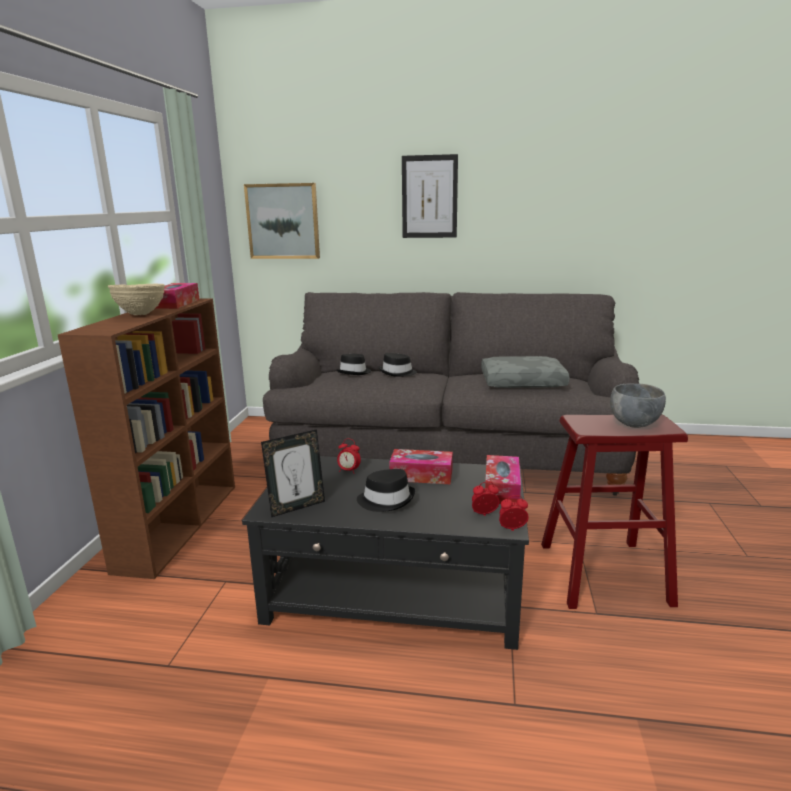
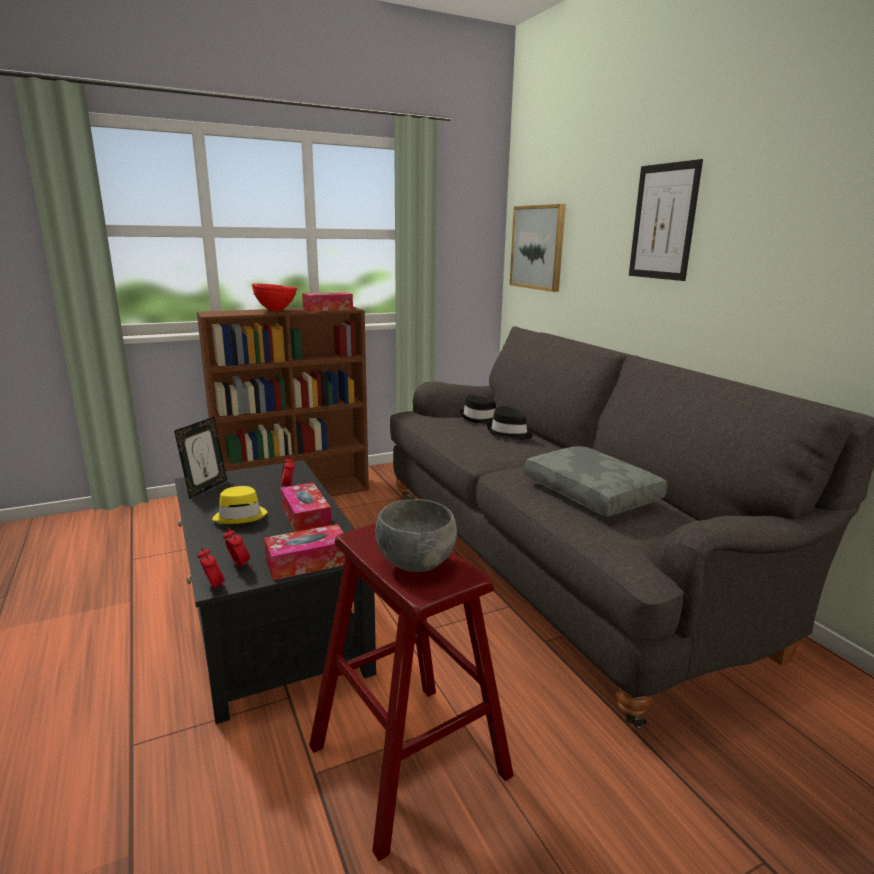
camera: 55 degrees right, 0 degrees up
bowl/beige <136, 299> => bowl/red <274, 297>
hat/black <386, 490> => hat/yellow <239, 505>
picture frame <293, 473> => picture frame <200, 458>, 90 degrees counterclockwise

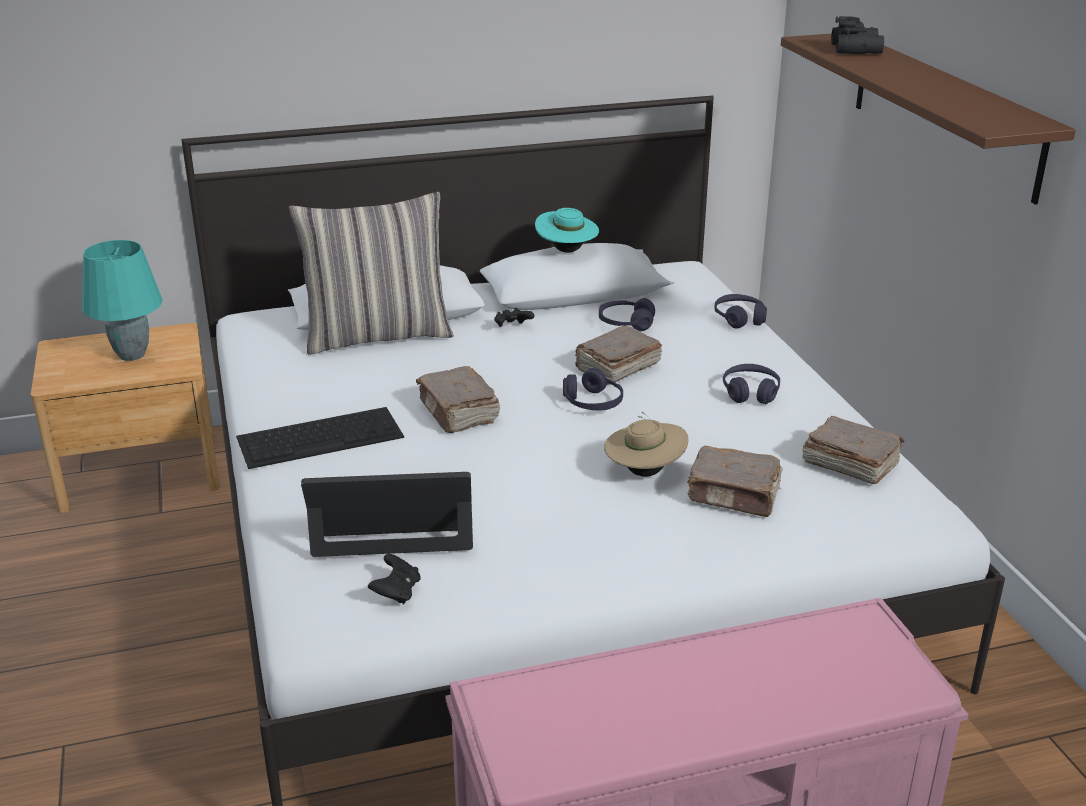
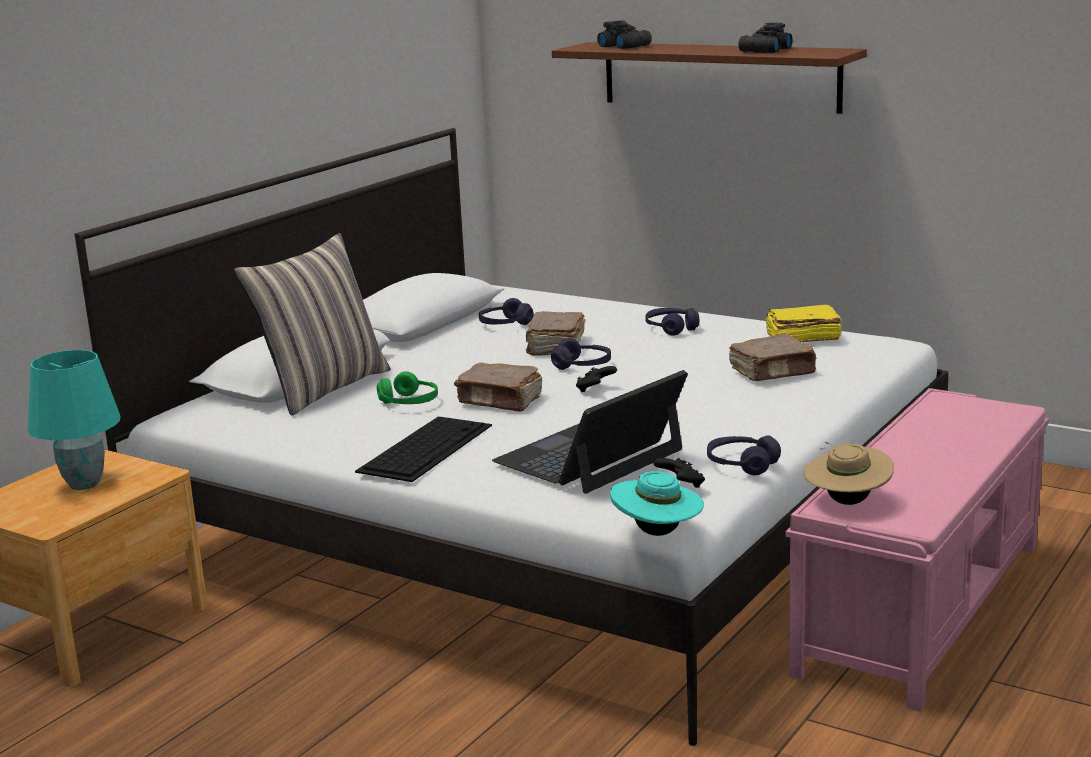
camera: 40 degrees left, 10 degrees down
nothing => headphones/green <407, 387>
nothing => binoculars/black <765, 38>
game controller/black <514, 317> => game controller/black <596, 379>, moved
hat/turquoise <567, 230> => hat/turquoise <657, 503>, moved
hat/beige <646, 444> => hat/beige <848, 473>, moved
headphones/purple <740, 311> => headphones/purple <744, 455>, moved
book/brown <853, 450> => book/yellow <803, 323>

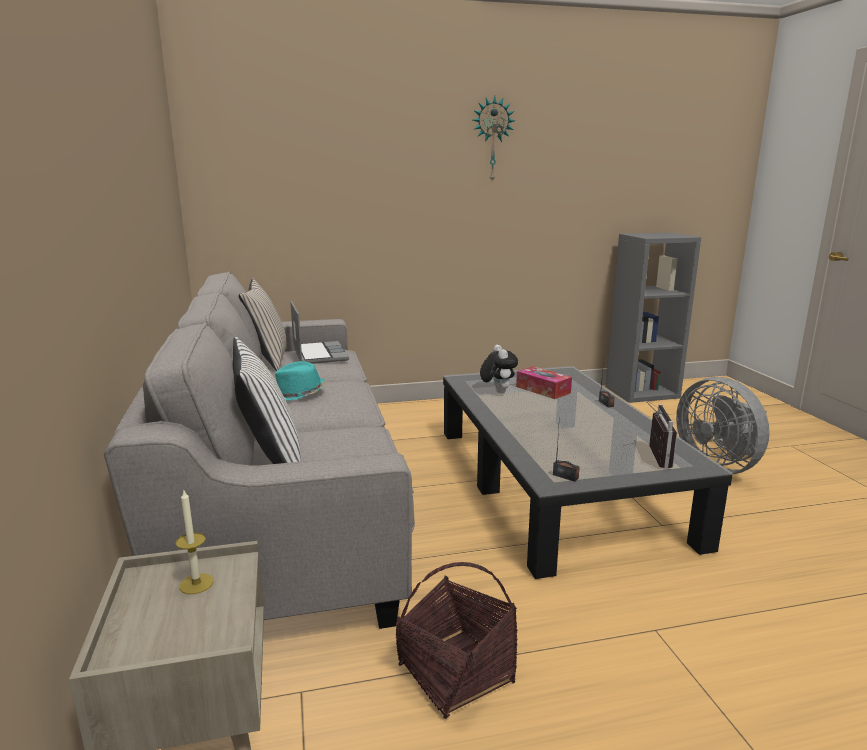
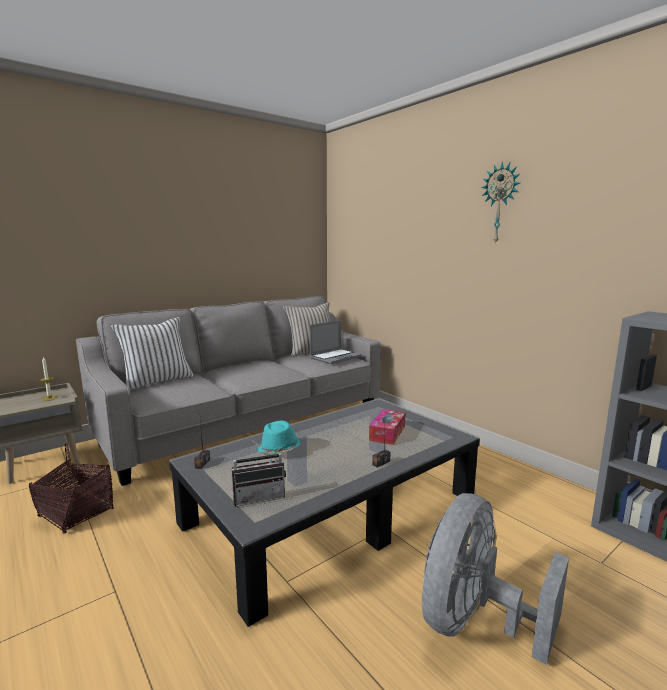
camera: 65 degrees right, 5 degrees down
plush toy <499, 369> => nothing
hat/turquoise <300, 381> => hat/turquoise <279, 437>, moved

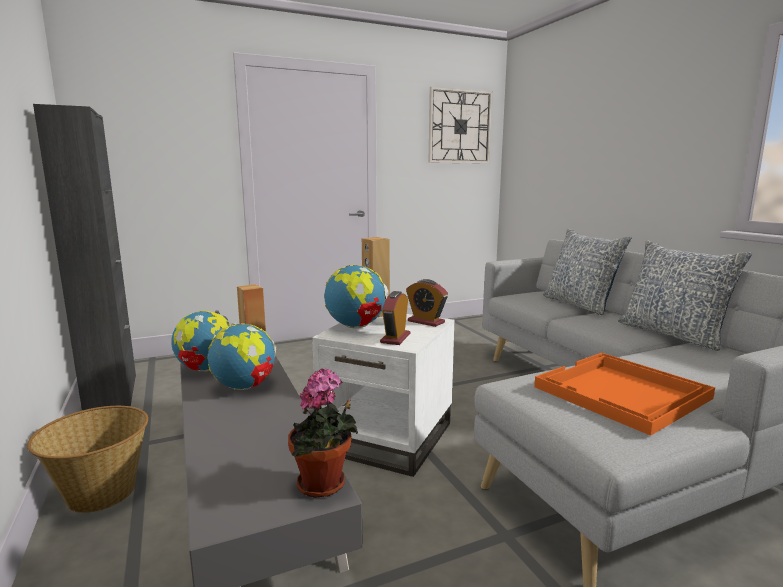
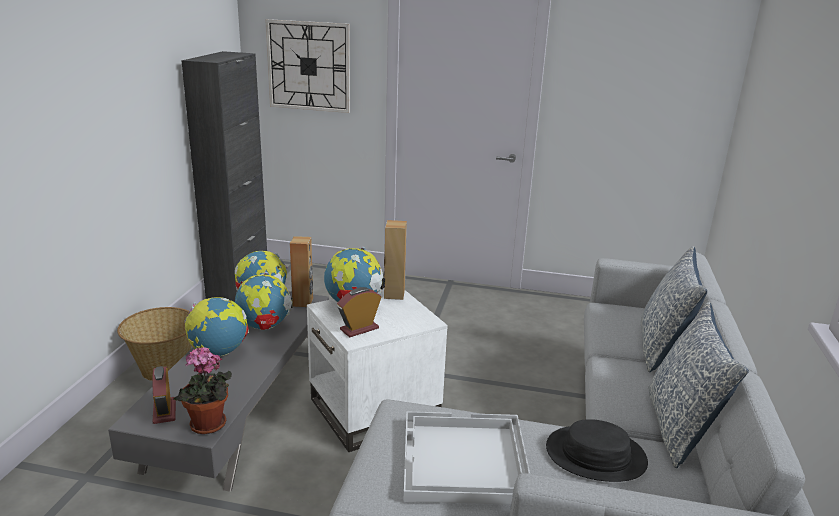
camera: 35 degrees right, 10 degrees up
nothing => globe <216, 326>
nothing => hat/black <597, 450>
alarm clock <427, 303> => alarm clock <164, 395>, moved
wall clock <460, 125> => wall clock <307, 66>, moved
tray/orange <624, 394> => tray/white <466, 458>

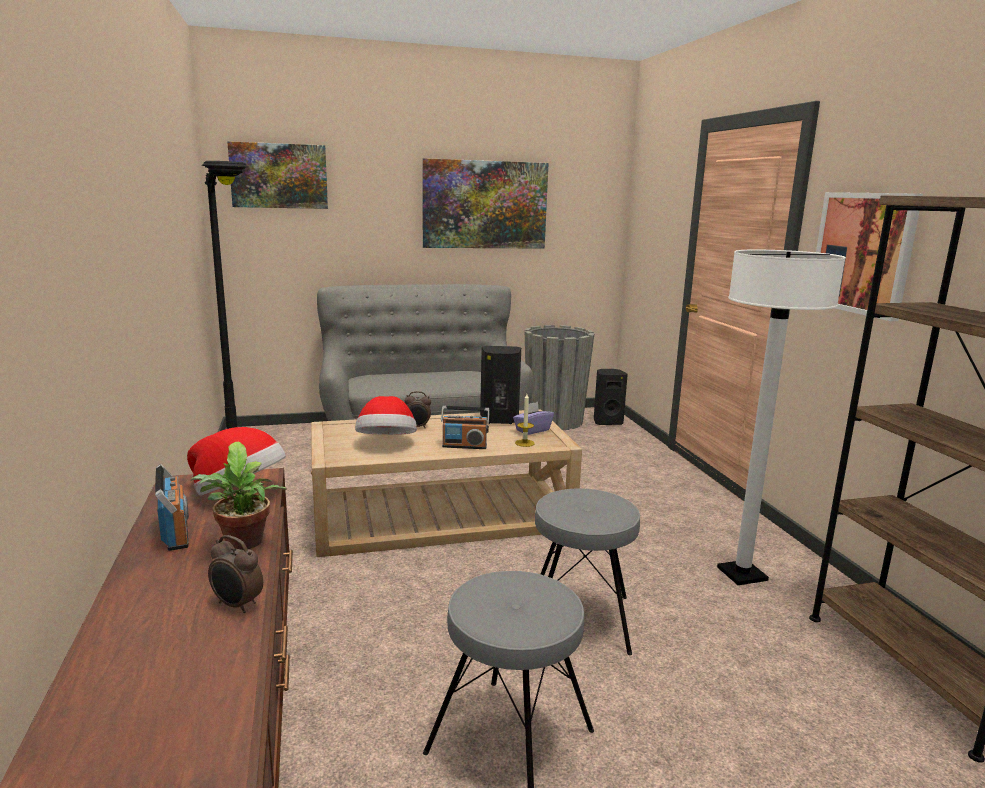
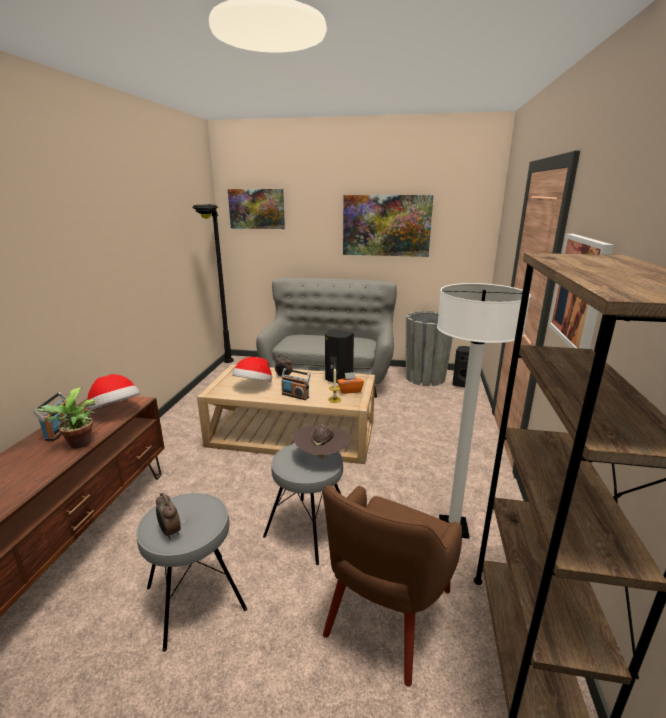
camera: 25 degrees right, 5 degrees up
nothing => hat/brown <322, 442>
nothing => armchair/brown <392, 586>
alarm clock <235, 574> => alarm clock <168, 516>, moved
tissue box/purple <533, 418> => tissue box/orange <350, 383>

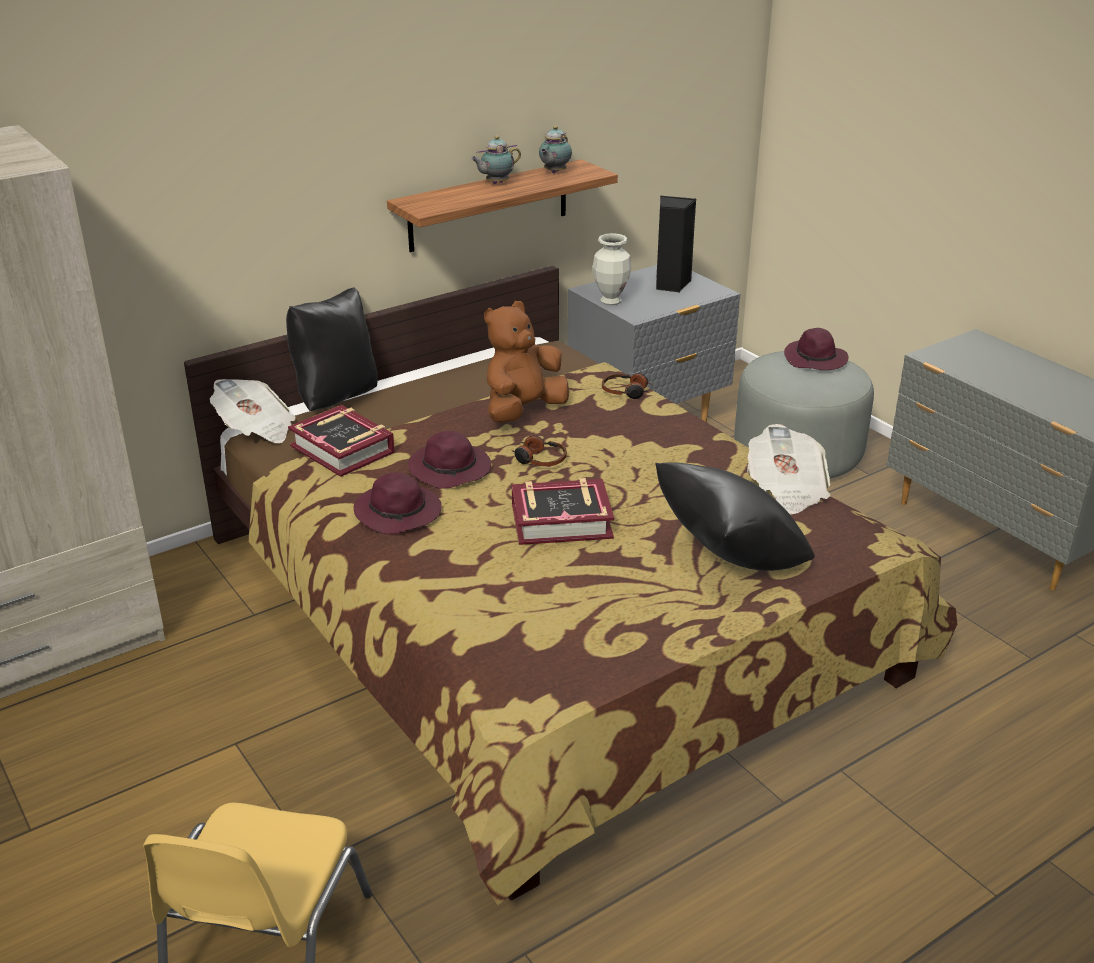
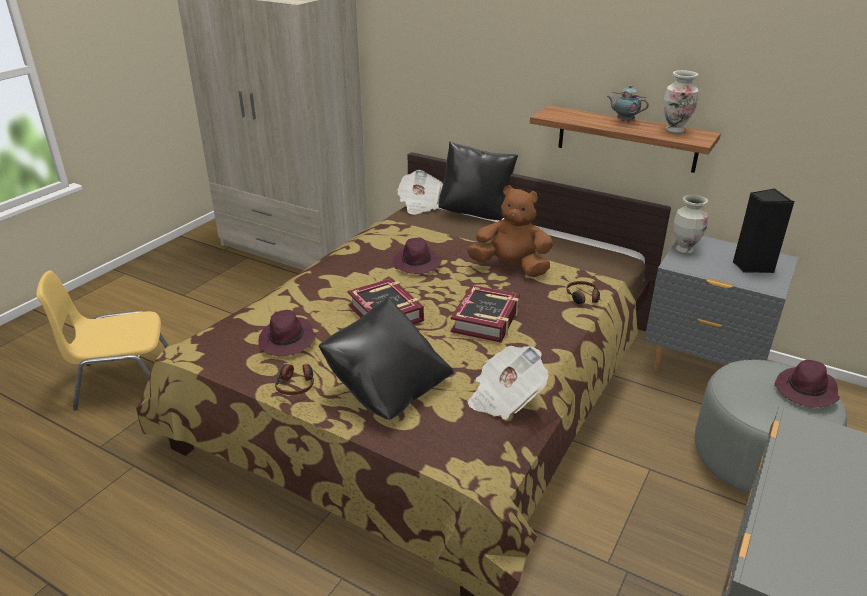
camera: 65 degrees right, 0 degrees up
book <341, 441> => book <485, 314>, moved
hat/purple <398, 503> => hat/purple <287, 333>, moved
headphones <539, 450> => headphones <294, 379>, moved
teapot <555, 149> => vase <680, 101>

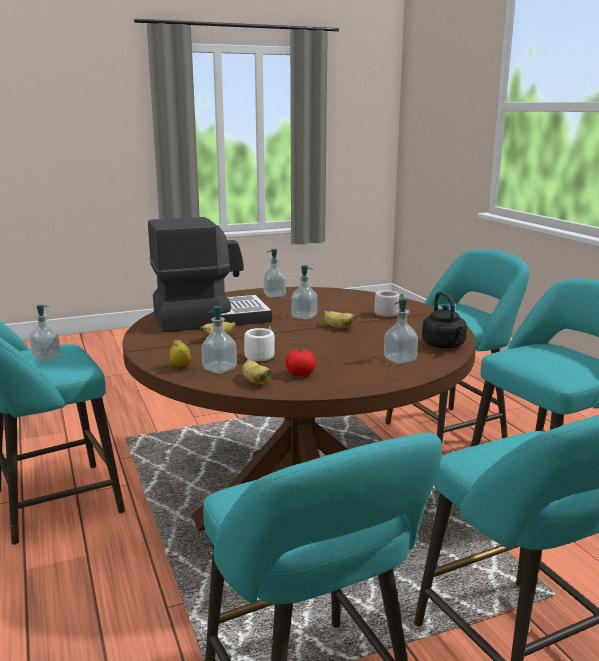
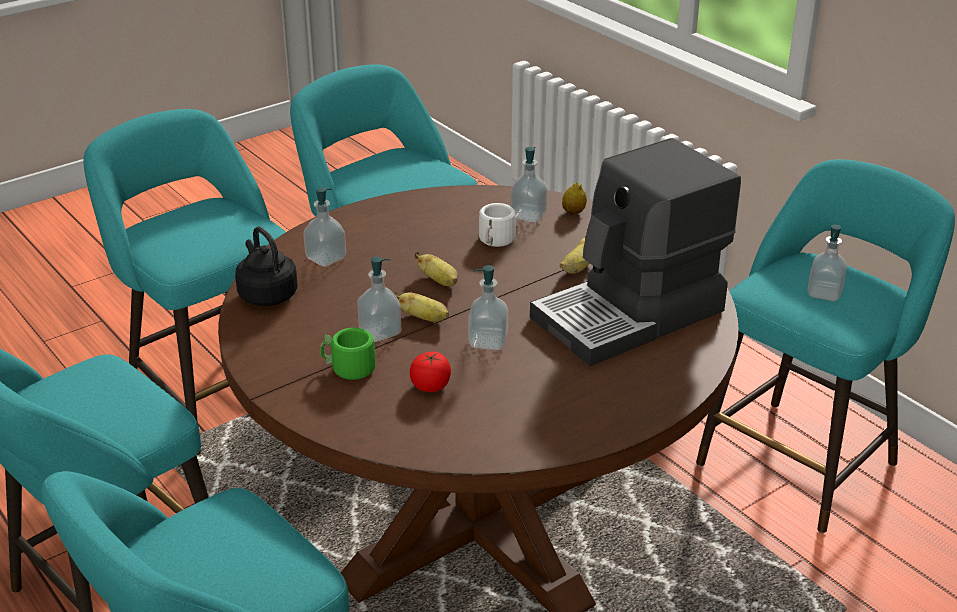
camera: 165 degrees right, 15 degrees up
banana <257, 372> => banana <436, 268>, moved
soap dispenser <274, 273> => soap dispenser <379, 299>, moved
tomato <300, 362> => tomato <430, 372>, moved
mug/grey <390, 303> => mug/green <348, 357>

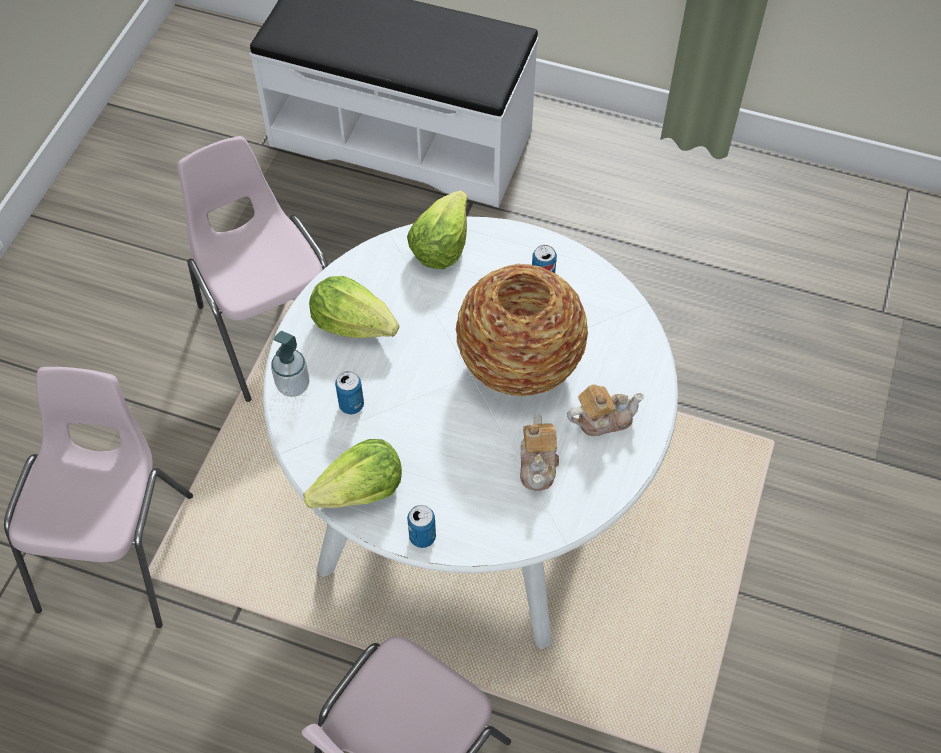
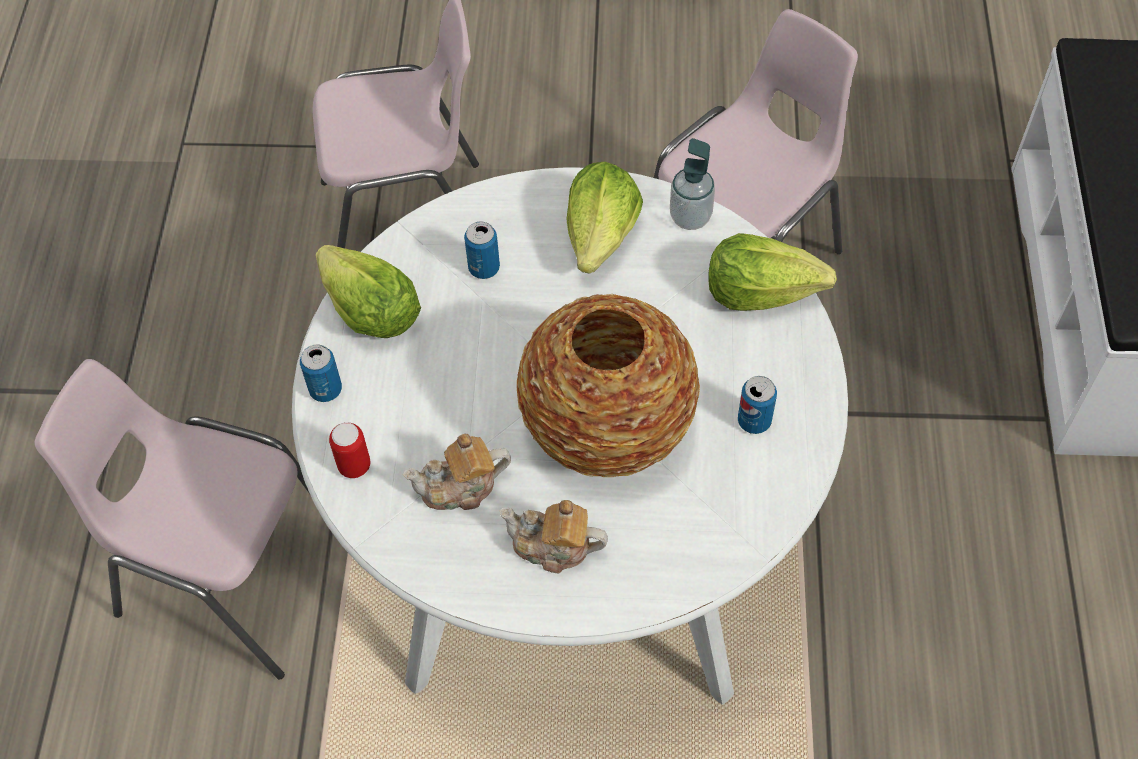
camera: 75 degrees right, 0 degrees up
nothing => can <349, 450>
soap dispenser <290, 364> => soap dispenser <692, 184>, moved
teapot <605, 410> => teapot <553, 536>, 135 degrees clockwise

